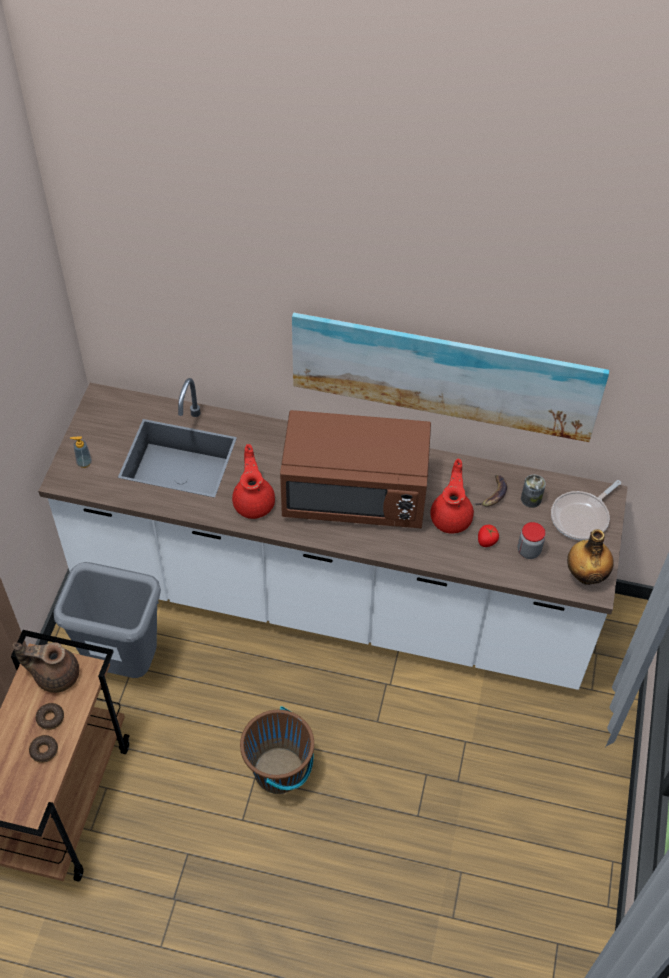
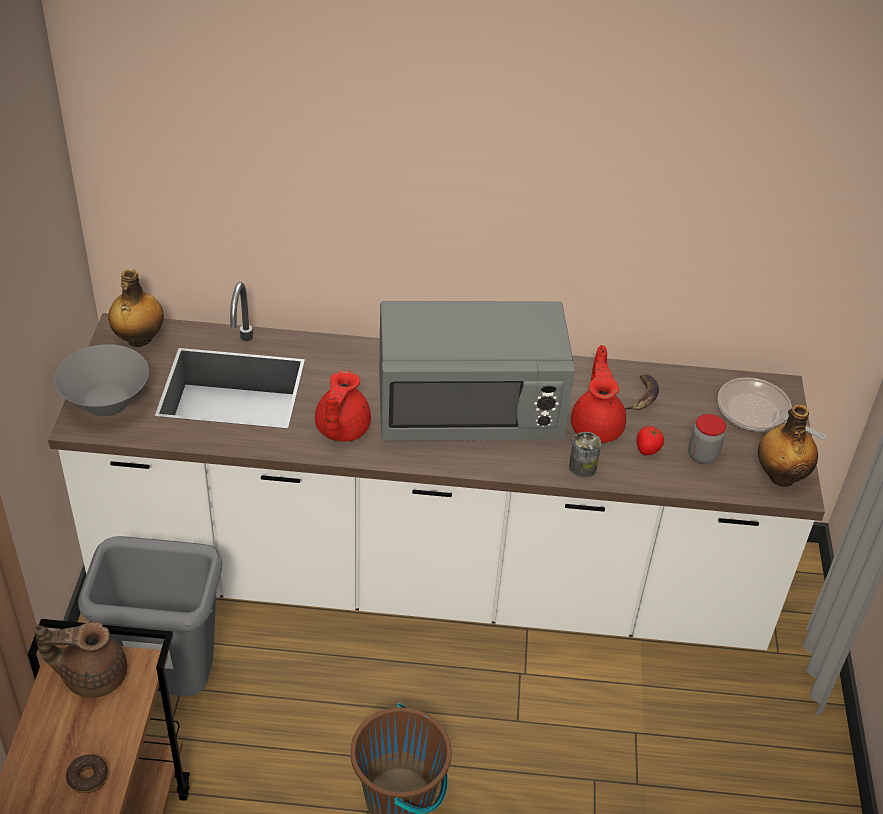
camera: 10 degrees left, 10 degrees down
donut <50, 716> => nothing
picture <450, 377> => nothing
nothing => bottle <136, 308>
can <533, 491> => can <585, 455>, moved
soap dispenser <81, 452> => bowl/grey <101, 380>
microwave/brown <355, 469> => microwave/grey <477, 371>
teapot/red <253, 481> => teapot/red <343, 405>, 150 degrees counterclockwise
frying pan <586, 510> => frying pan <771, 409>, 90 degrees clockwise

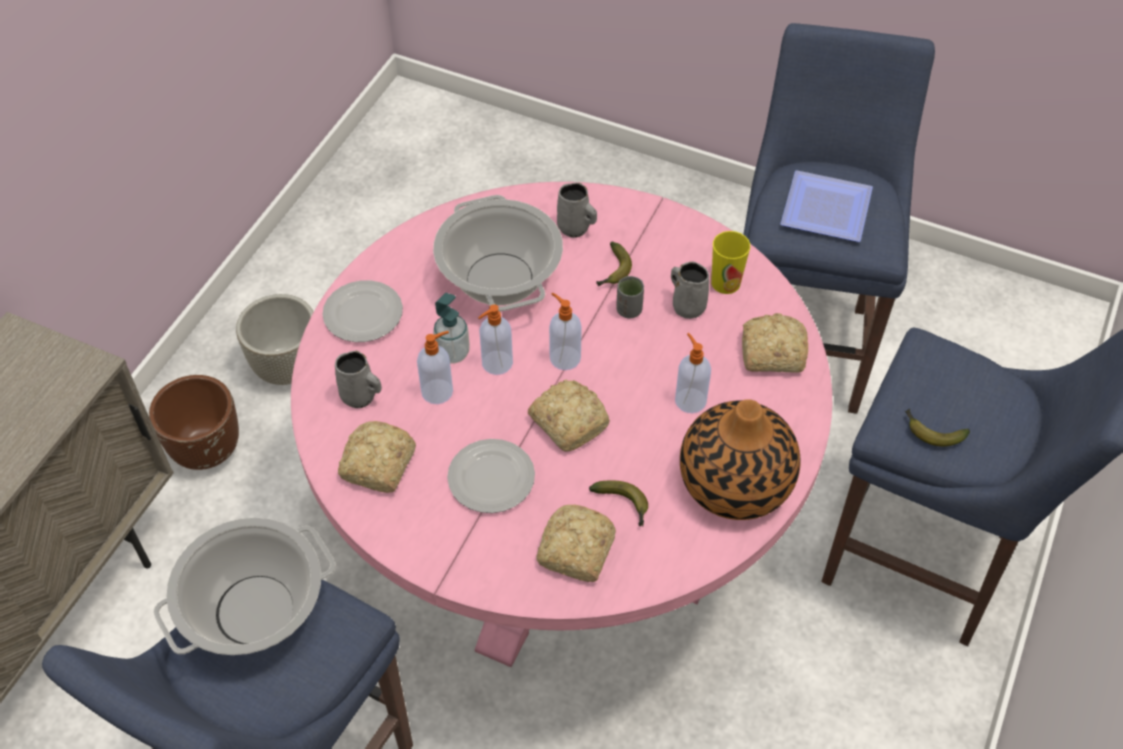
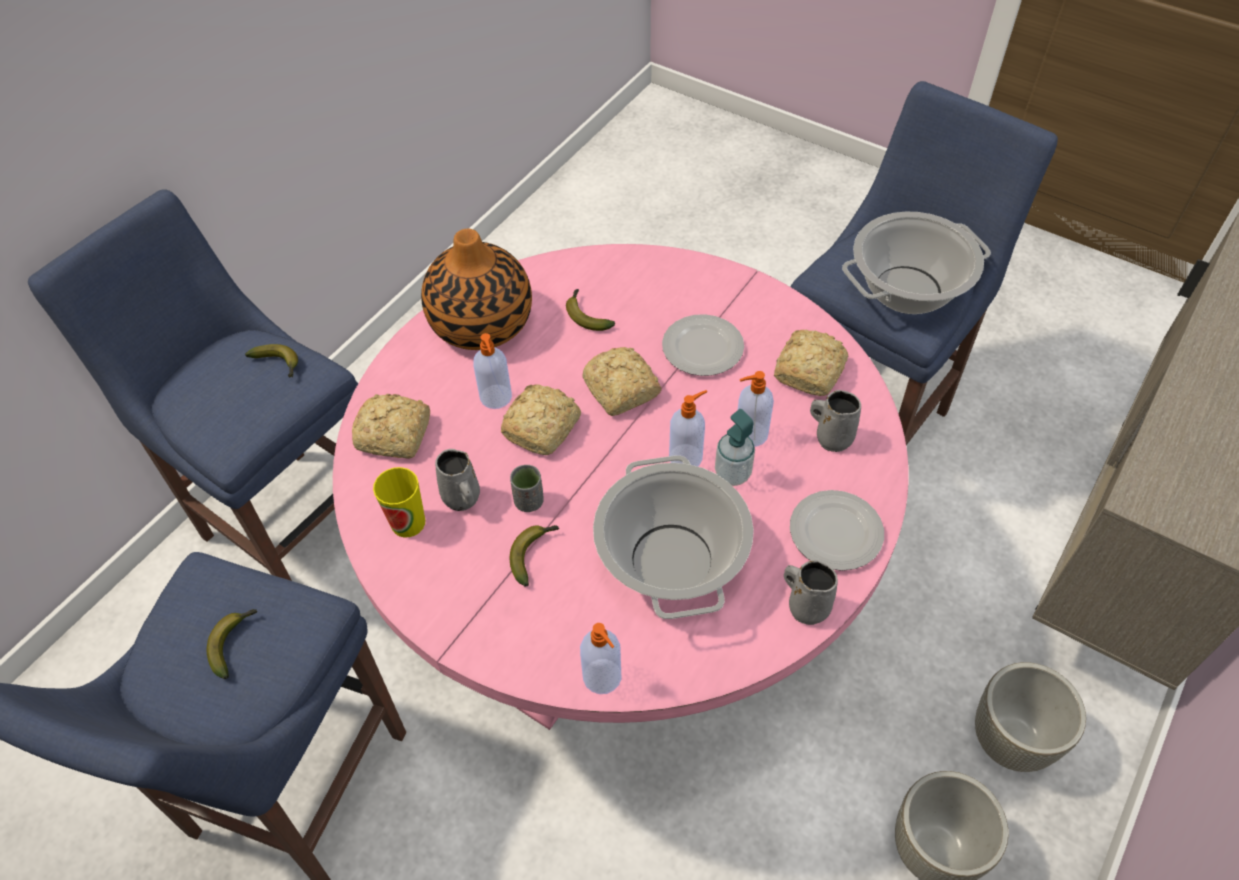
camera: 170 degrees left, 0 degrees up
bread <576, 543> => bread <541, 419>, moved
soap dispenser <565, 331> => soap dispenser <601, 658>, moved
mug/grey <577, 210> => mug/grey <811, 592>, moved
plate <826, 206> => banana <232, 644>
planter/brown <194, 422> => planter/grey <1030, 717>

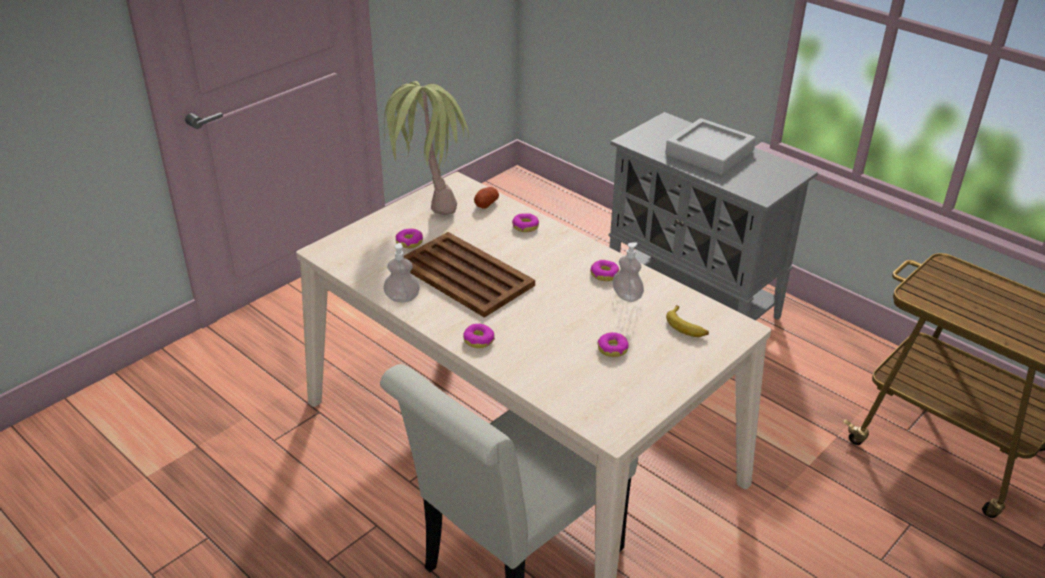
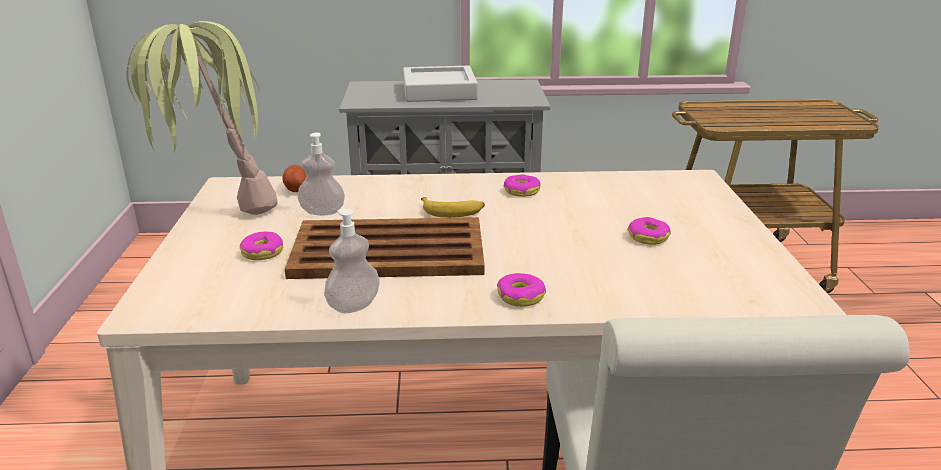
camera: 45 degrees left, 10 degrees down
donut <525, 222> => nothing
soap dispenser <628, 272> => soap dispenser <321, 174>, moved
banana <687, 321> => banana <453, 207>, moved

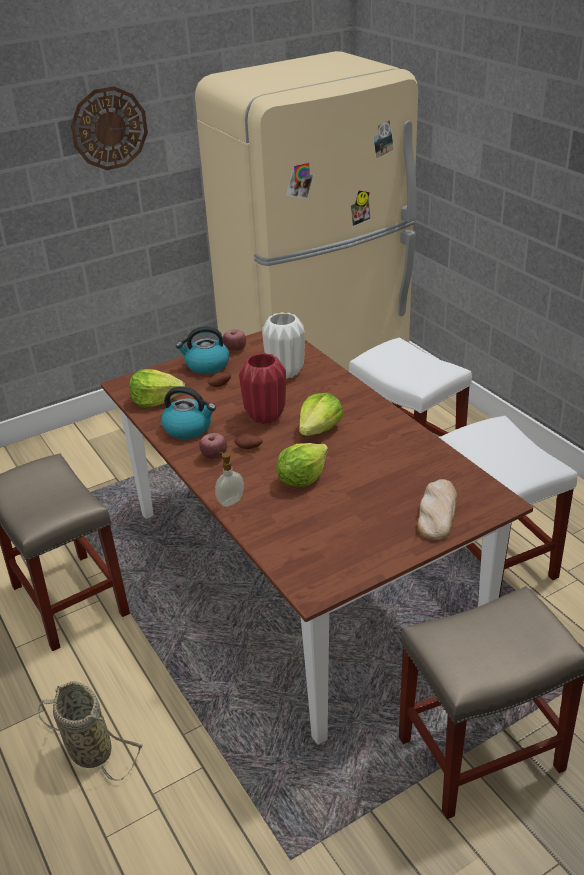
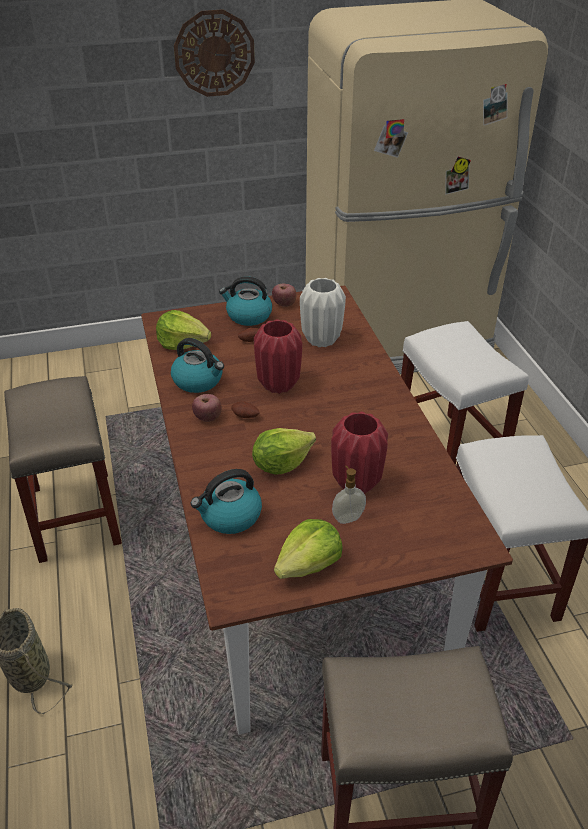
camera: 15 degrees right, 5 degrees up
bread <437, 509> => nothing
nothing => kettle <226, 501>
nothing => vase/red <359, 453>
soap dispenser <229, 479> => soap dispenser <349, 495>, moved
lettuce <321, 414> => lettuce <308, 549>, moved

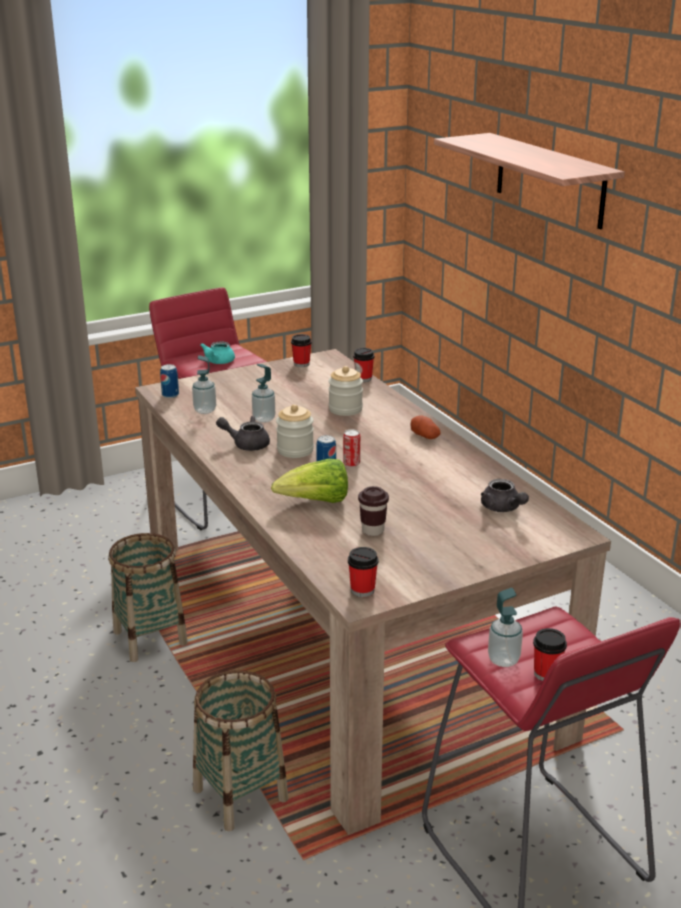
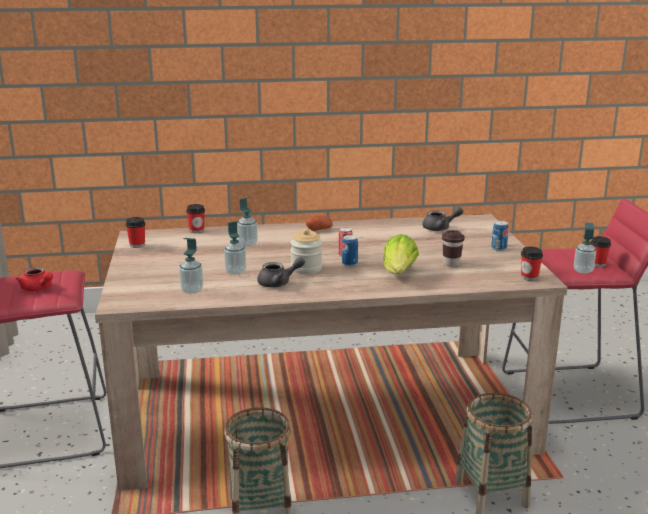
camera: 70 degrees left, 5 degrees down
shelf <529, 181> => nothing
can <169, 381> => can <500, 236>, moved
jar <345, 391> => soap dispenser <247, 222>
teapot/turquoise <217, 352> => teapot/red <34, 279>
teapot/grey <243, 433> => teapot/grey <281, 272>, 135 degrees counterclockwise

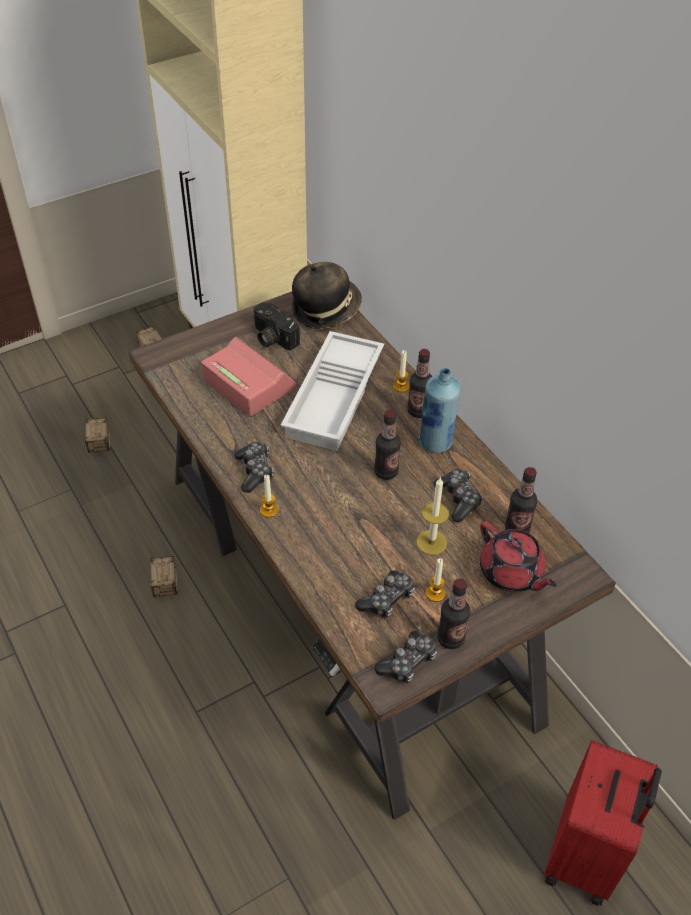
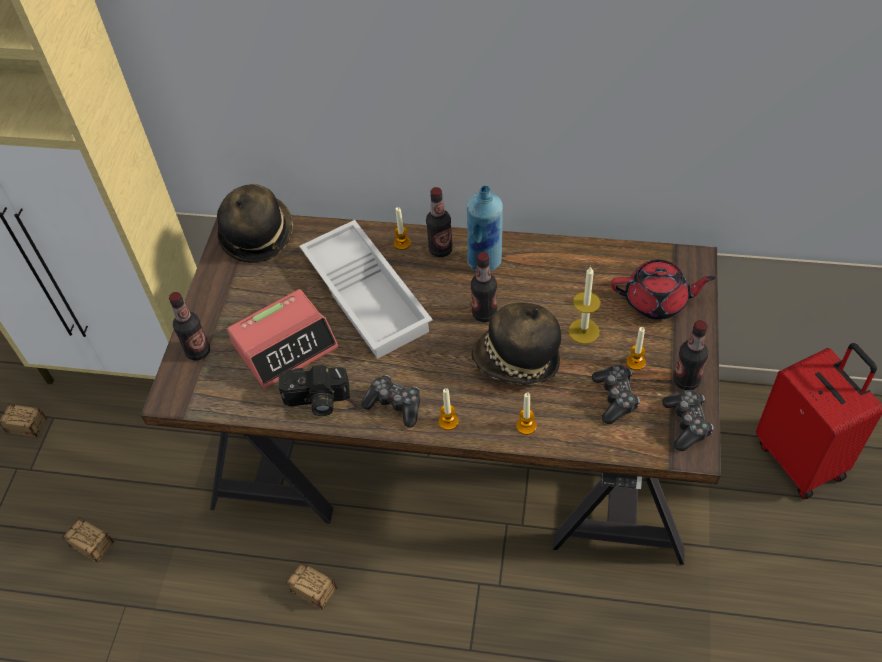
camera: 45 degrees left, 5 degrees up
game controller <458, 495> => nothing
nothing => hat <516, 344>
nothing => candle <526, 414>
photo camera <276, 326> => photo camera <314, 390>, moved
bottle <521, 500> => bottle <189, 326>, moved
alarm clock <249, 376> => alarm clock <282, 339>, 150 degrees clockwise

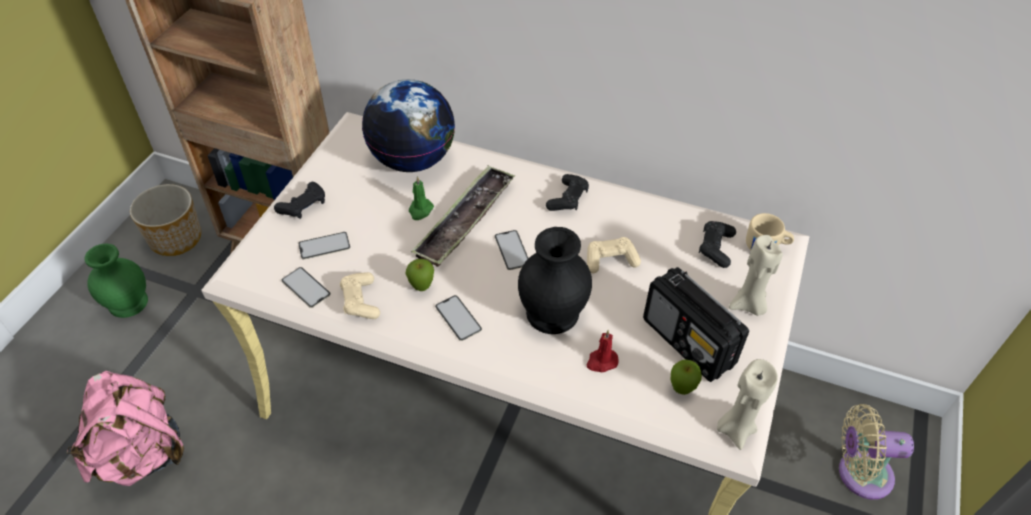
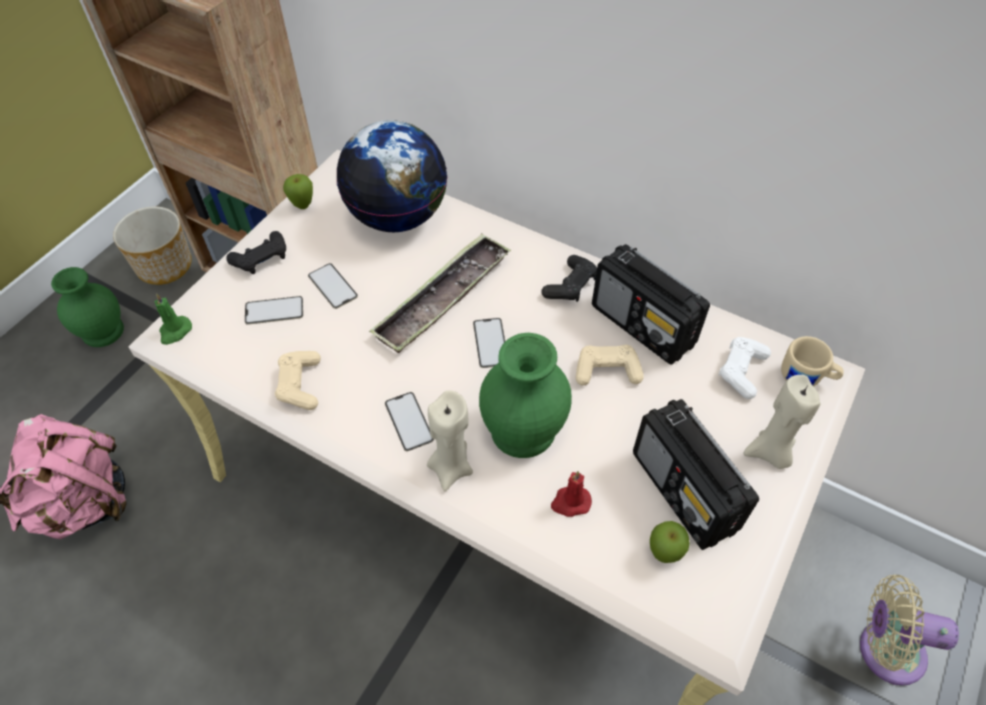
camera: 10 degrees right, 5 degrees up
nothing => radio <651, 304>
phone <306, 287> => phone <333, 286>, moved
apple <419, 275> => apple <298, 191>, moved
candle/green <421, 198> => candle/green <173, 319>, moved
candle/beige <747, 404> => candle/beige <450, 440>, moved
vase/black <555, 280> => vase/green <525, 395>
game controller/black <717, 244> => game controller/white <745, 368>

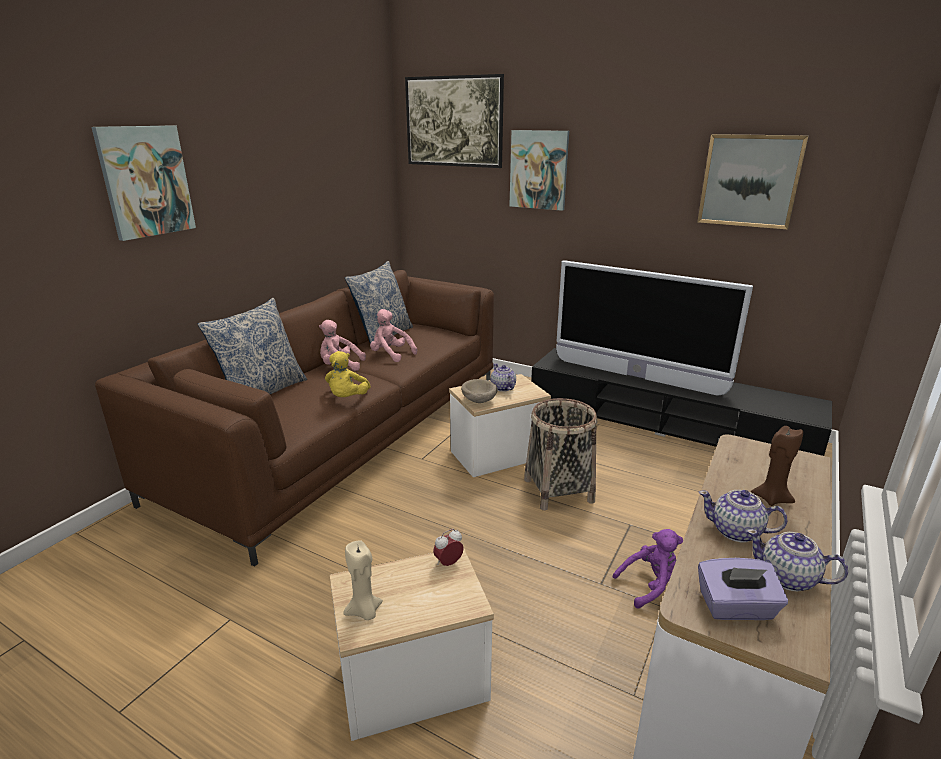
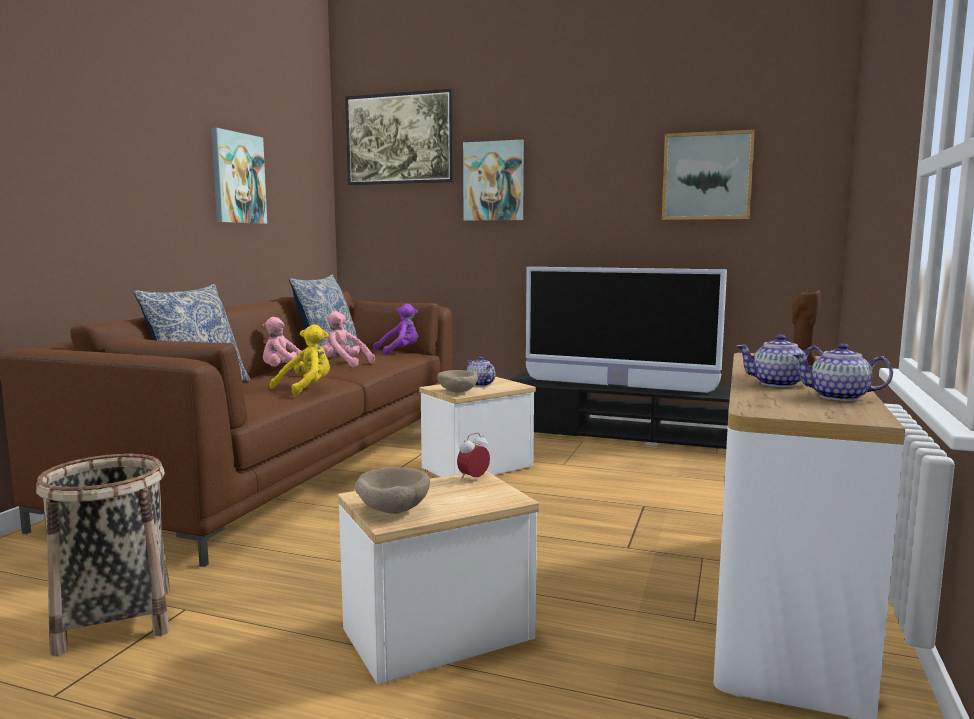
camera: 10 degrees left, 15 degrees down
tissue box/purple <743, 589> => nothing
picture <143, 183> => picture <239, 176>, moved
basket <560, 454> => basket <103, 555>, moved
plush toy/purple <648, 568> => plush toy/purple <395, 330>, moved
candle/beige <363, 580> => bowl/beige <392, 490>
plush toy/yellow <348, 374> => plush toy/yellow <300, 360>, 135 degrees counterclockwise

